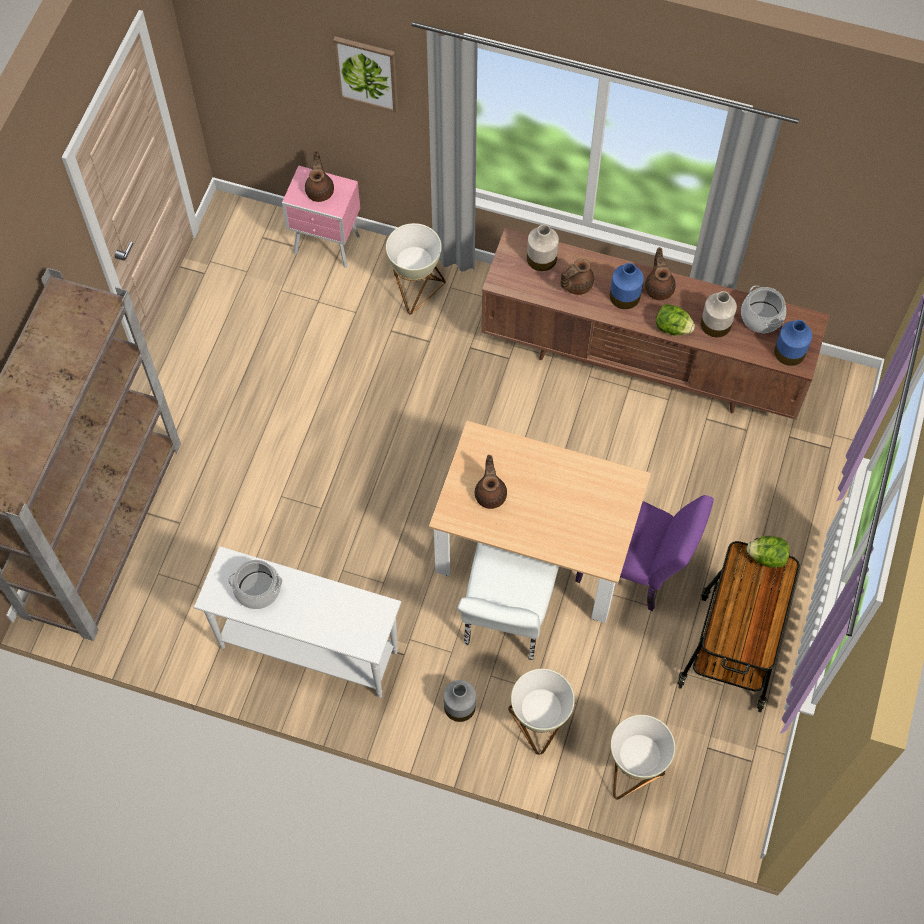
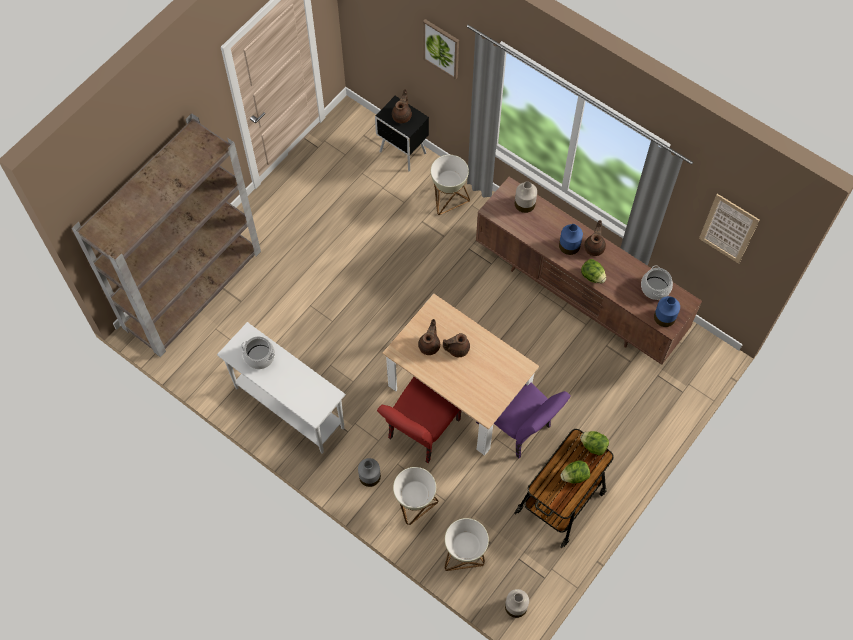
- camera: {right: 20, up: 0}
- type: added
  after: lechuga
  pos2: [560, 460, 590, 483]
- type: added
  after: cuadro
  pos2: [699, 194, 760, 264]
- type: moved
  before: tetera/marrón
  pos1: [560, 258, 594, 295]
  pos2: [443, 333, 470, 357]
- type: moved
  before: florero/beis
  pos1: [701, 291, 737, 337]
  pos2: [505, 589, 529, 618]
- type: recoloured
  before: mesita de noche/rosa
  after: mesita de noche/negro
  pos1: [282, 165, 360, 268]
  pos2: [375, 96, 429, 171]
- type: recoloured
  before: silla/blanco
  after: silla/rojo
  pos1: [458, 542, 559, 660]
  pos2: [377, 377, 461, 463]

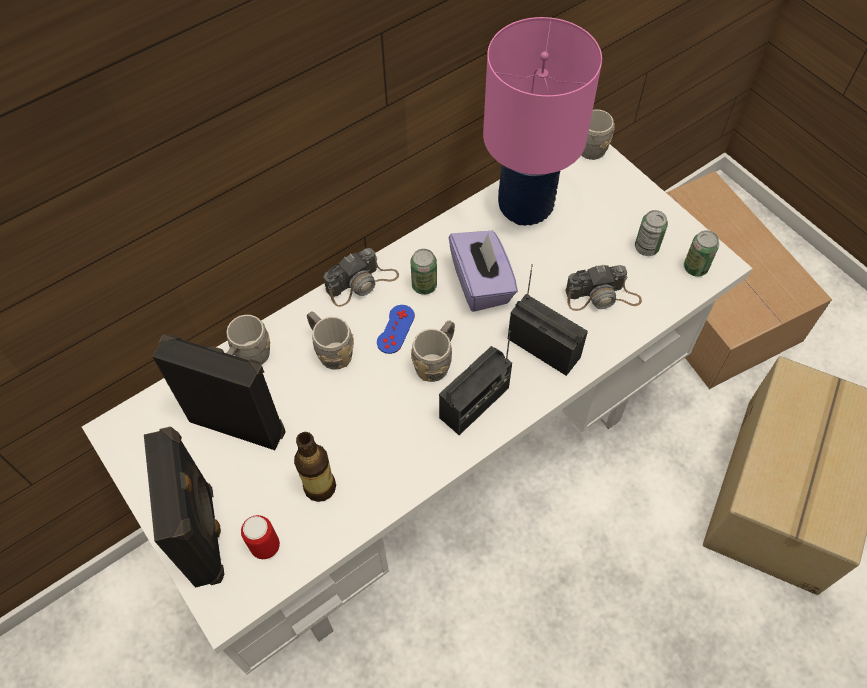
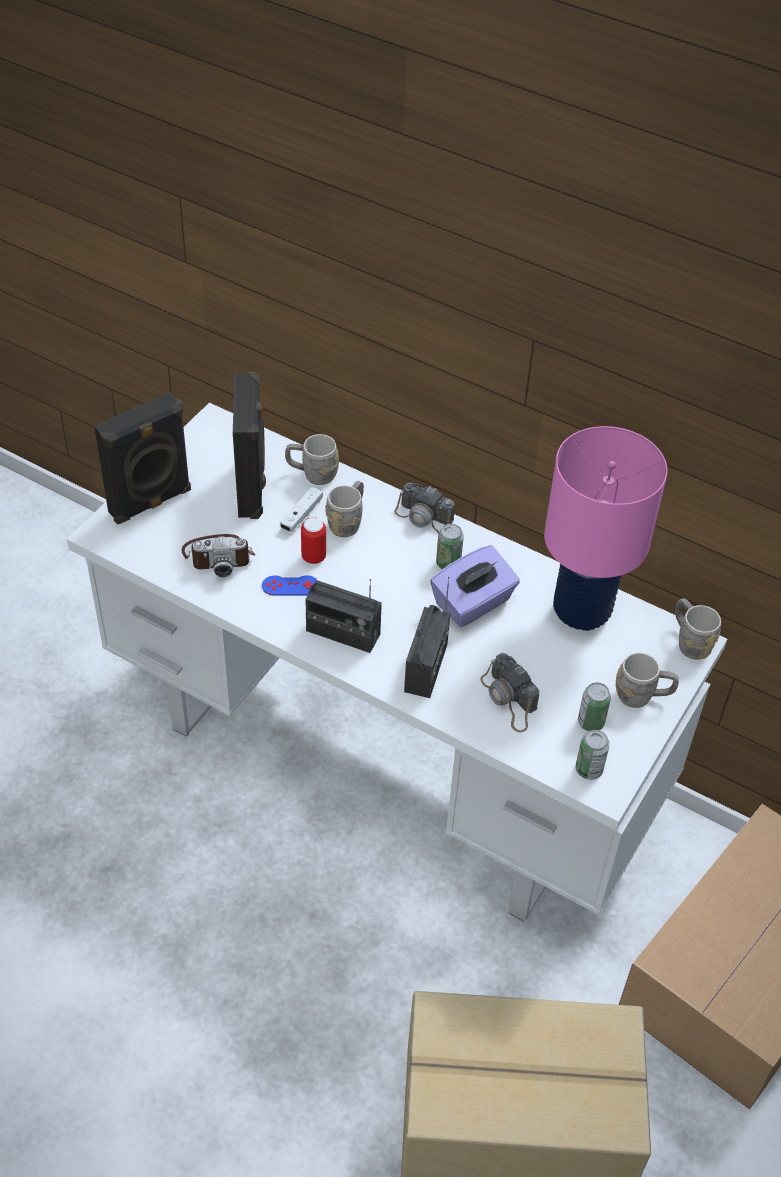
- camera: {right: 65, up: -10}
- type: added
  after: mando de consola/blanco
  pos2: [280, 487, 323, 532]
- type: moved
  before: lata
  pos1: [241, 515, 280, 559]
  pos2: [301, 517, 326, 564]
- type: moved
  before: mando de consola/azul
  pos1: [377, 305, 415, 354]
  pos2: [262, 575, 317, 595]
- type: moved
  before: taza grande/gris
  pos1: [411, 320, 455, 382]
  pos2: [616, 652, 679, 708]
- type: replaced
  before: botella
  after: cámara
  pos1: [294, 432, 336, 502]
  pos2: [182, 534, 255, 577]

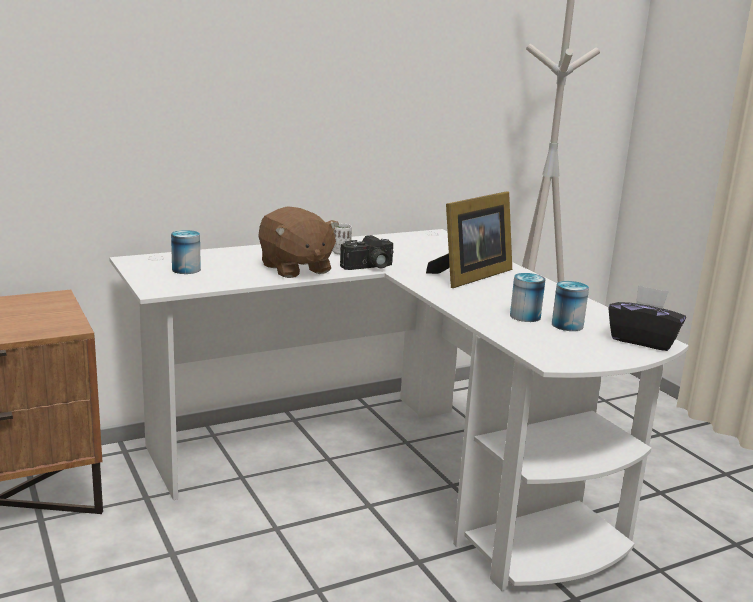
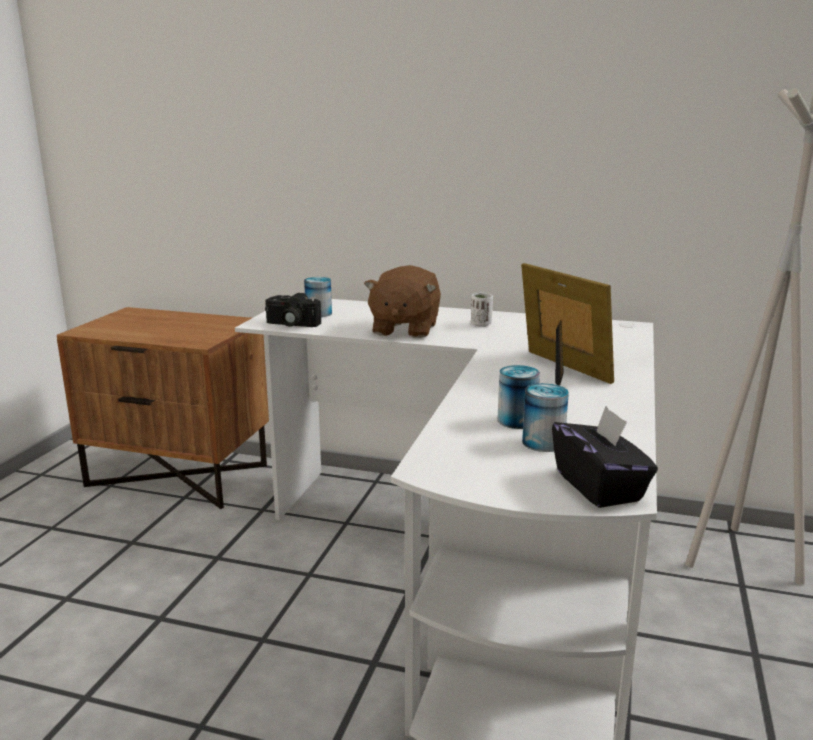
- camera: {right: 45, up: 0}
- type: moved
  before: cámara
  pos1: [340, 235, 393, 270]
  pos2: [265, 293, 321, 327]
- type: turned
  before: portarretratos
  pos1: [426, 192, 512, 288]
  pos2: [521, 263, 614, 386]
  turn: -120

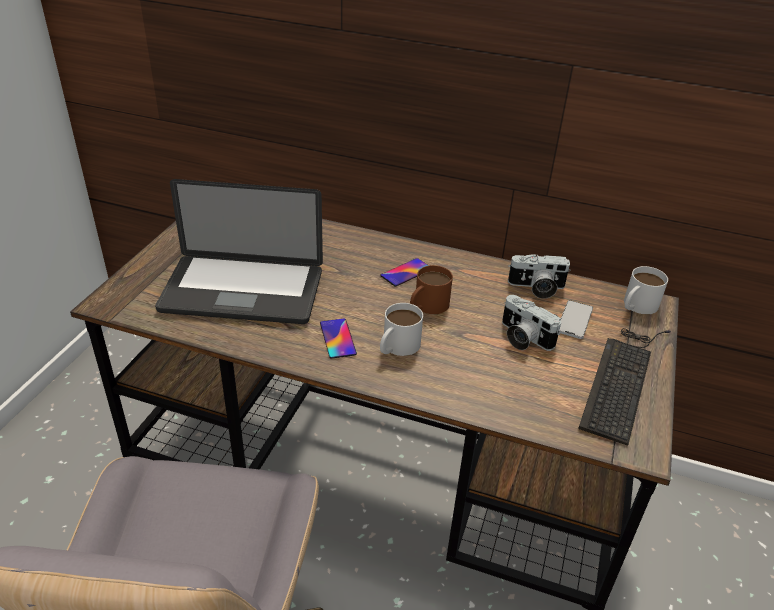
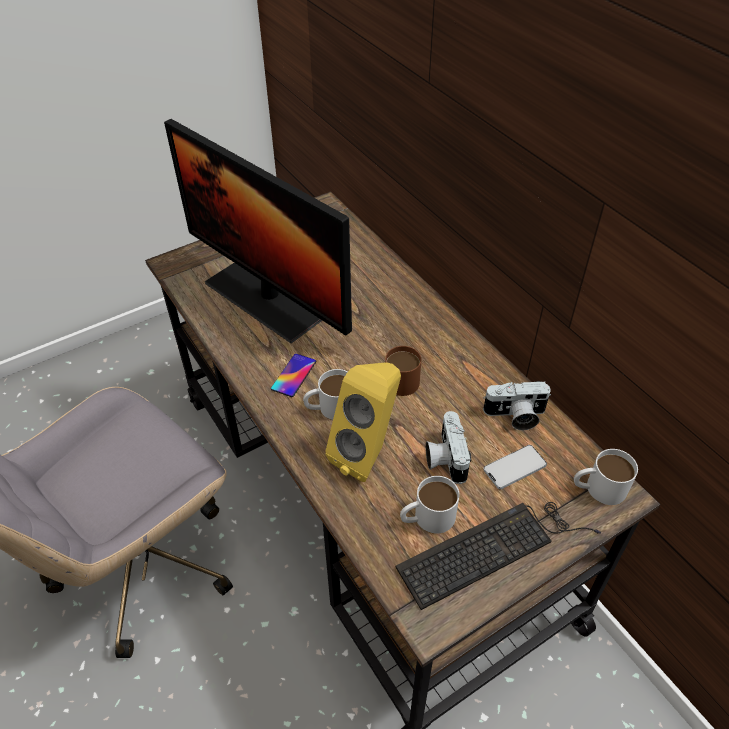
- camera: {right: 40, up: 10}
- type: removed
  before: móvil
  pos1: [380, 258, 429, 287]
- type: added
  after: altavoz/amarillo
  pos2: [325, 363, 401, 482]
- type: added
  after: taza grande/blanco
  pos2: [400, 476, 459, 534]
- type: replaced
  before: portátil
  after: monitor
  pos1: [155, 179, 323, 324]
  pos2: [164, 119, 352, 343]
- type: turned
  before: cámara
  pos1: [508, 254, 571, 299]
  pos2: [483, 381, 551, 430]
  turn: -45

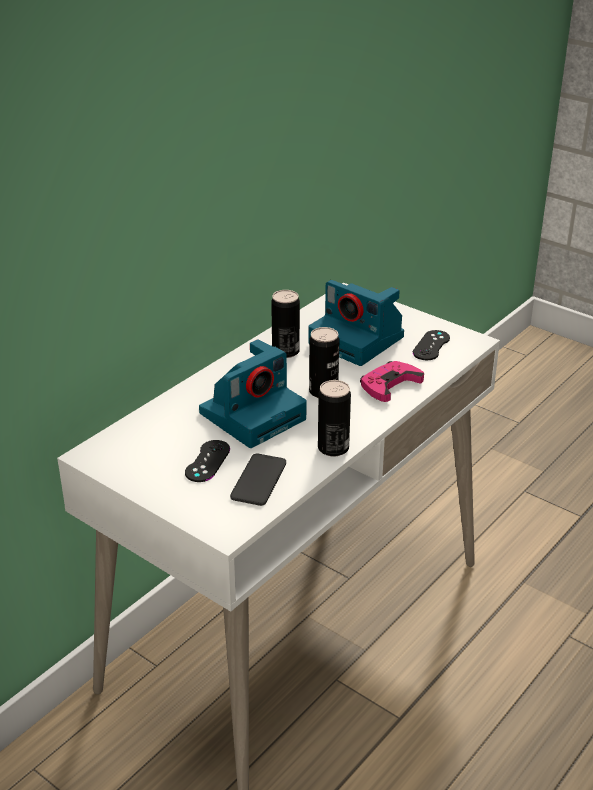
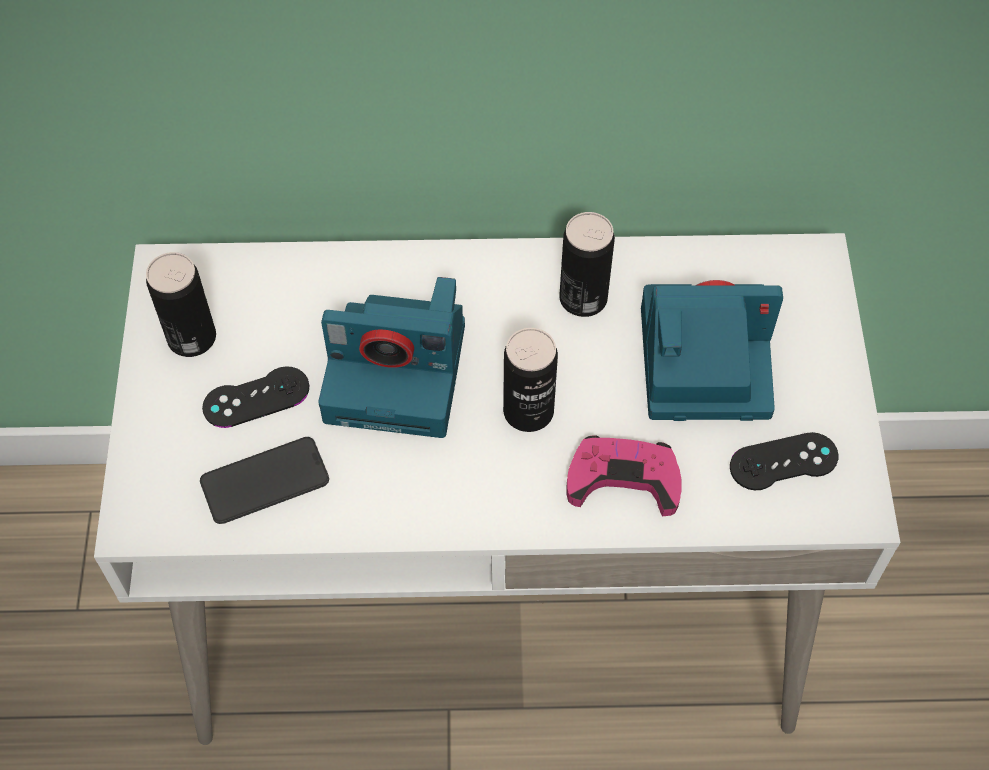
- camera: {right: 50, up: 25}
- type: moved
  before: lata
  pos1: [318, 380, 351, 457]
  pos2: [146, 252, 216, 357]
- type: turned
  before: cámara
  pos1: [308, 280, 404, 366]
  pos2: [641, 280, 783, 421]
  turn: 90

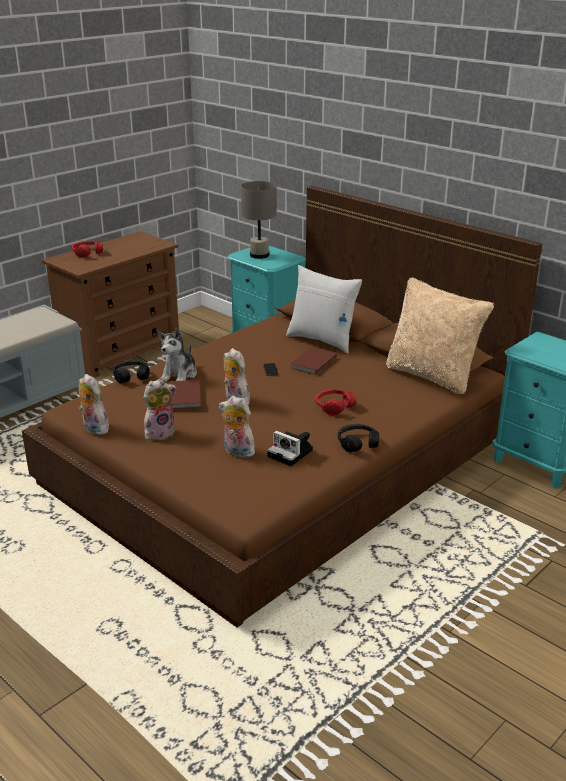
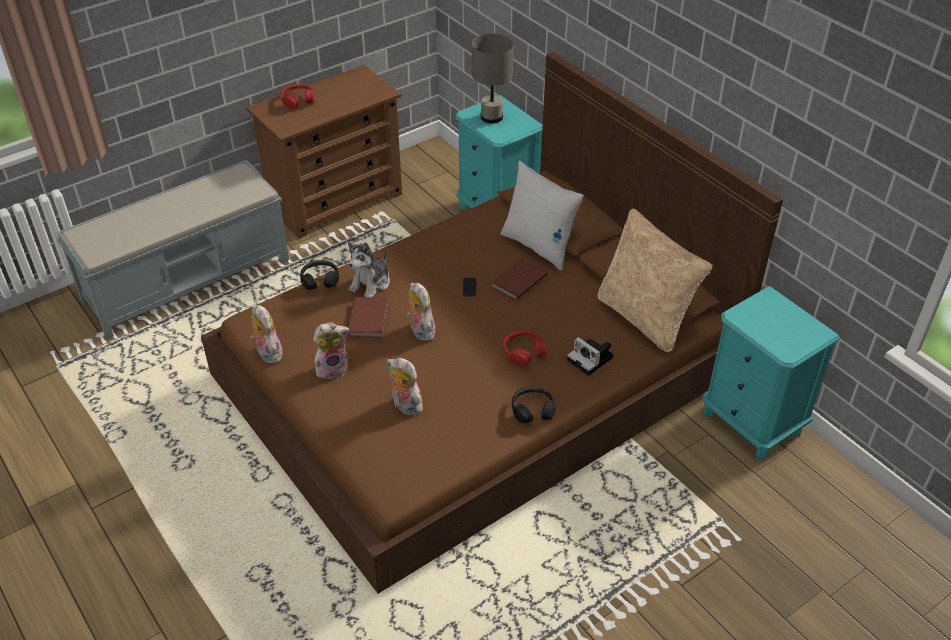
- camera: {right: 10, up: 15}
- type: moved
  before: cámara
  pos1: [267, 431, 313, 466]
  pos2: [567, 337, 613, 376]

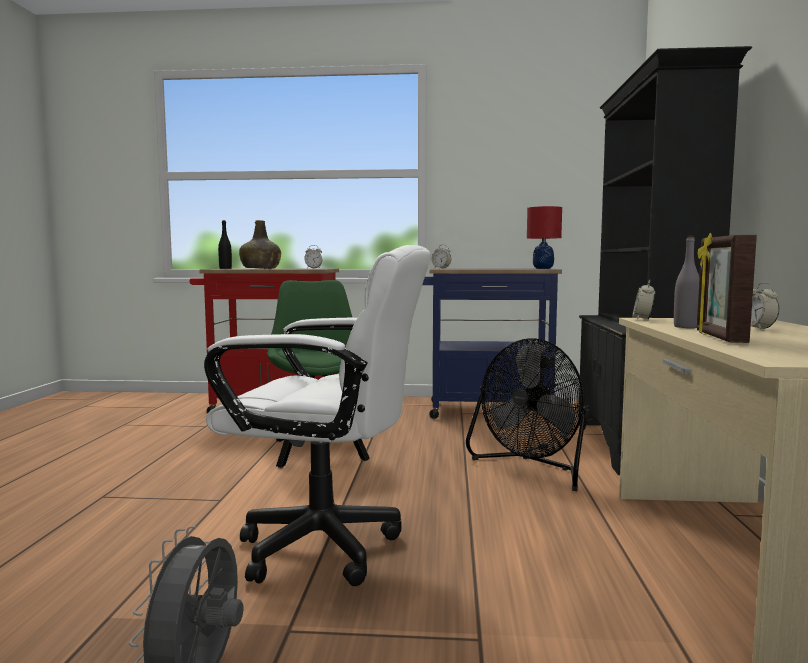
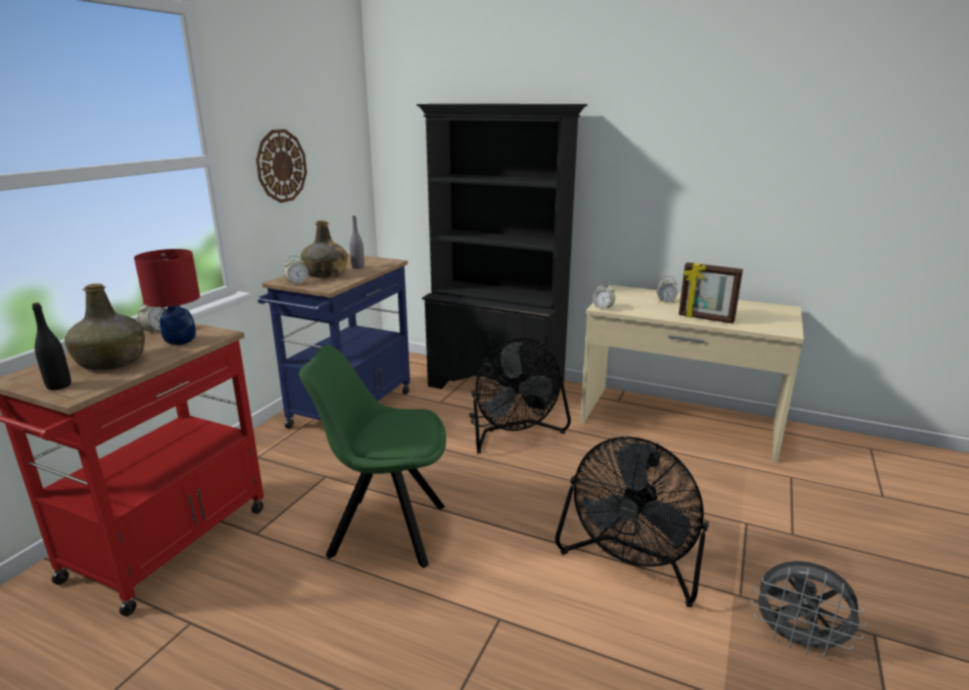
- camera: {right: -70, up: 15}
- type: added
  after: reloj de pared
  pos2: [256, 129, 307, 203]
- type: added
  after: botella/verde
  pos2: [301, 221, 348, 278]
- type: moved
  before: lámpara de mesa/rojo
  pos1: [527, 206, 562, 269]
  pos2: [134, 249, 200, 345]
- type: moved
  before: botella/gris
  pos1: [674, 236, 699, 328]
  pos2: [350, 216, 364, 269]
- type: replaced
  before: silla de oficina/blanco
  after: ventilador/negro
  pos1: [204, 245, 431, 586]
  pos2: [555, 437, 709, 607]

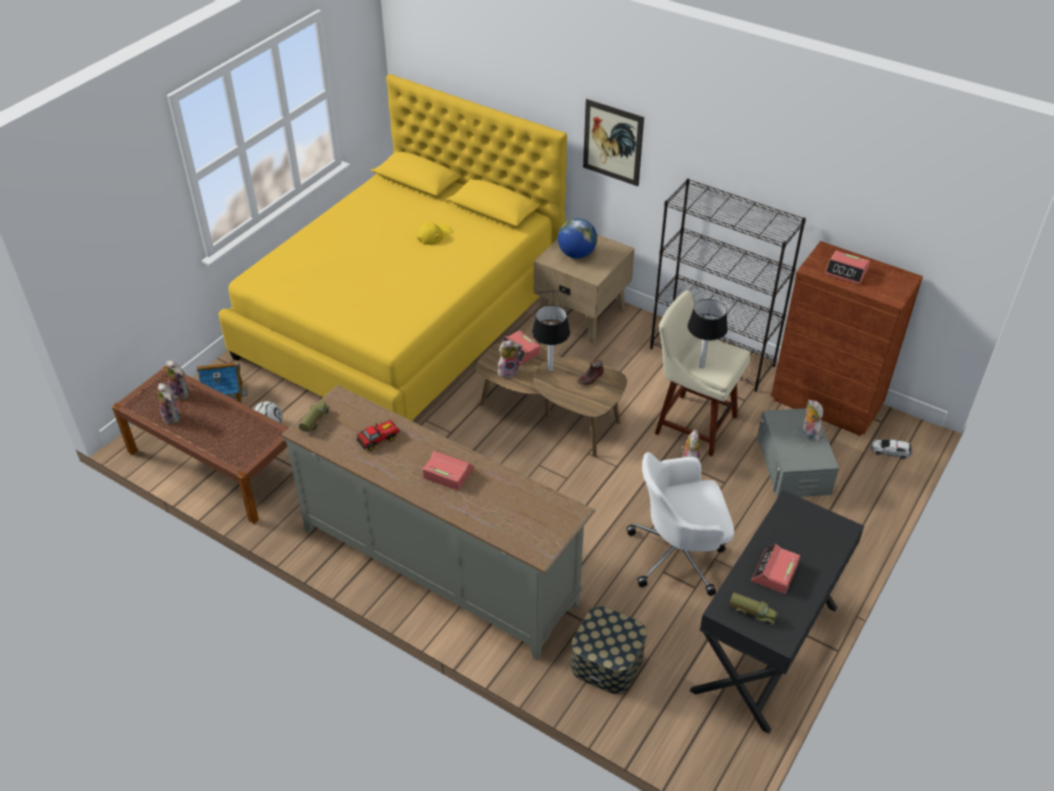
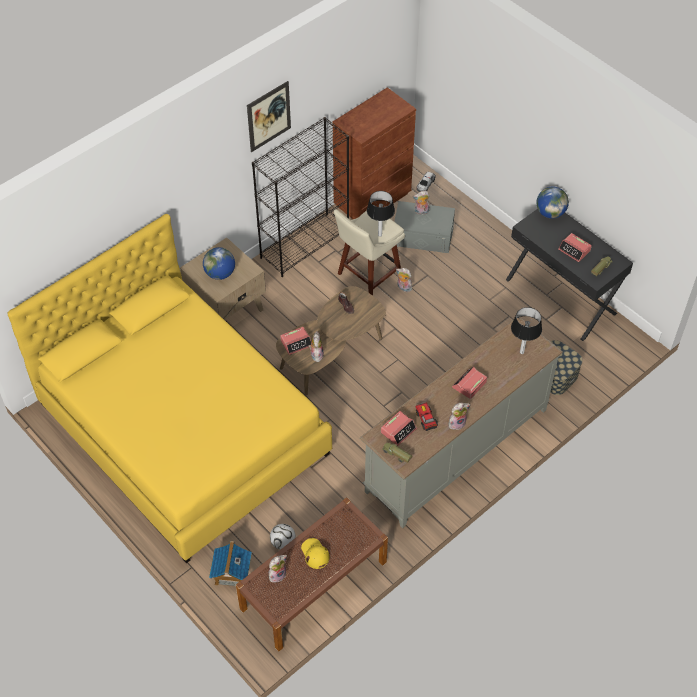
- camera: {right: -75, up: 10}
- type: removed
  before: silla de oficina/blanco
  pos1: [627, 452, 734, 596]
- type: added
  after: globo terráqueo
  pos2: [536, 187, 569, 218]
- type: moved
  before: peluche
  pos1: [158, 383, 180, 424]
  pos2: [449, 403, 470, 430]
- type: moved
  before: gorra/amarillo
  pos1: [417, 222, 452, 245]
  pos2: [301, 538, 329, 569]
- type: moved
  before: lámpara de mesa
  pos1: [532, 305, 570, 372]
  pos2: [511, 307, 542, 354]
- type: moved
  before: cuadro
  pos1: [583, 99, 644, 186]
  pos2: [247, 81, 291, 152]
- type: moved
  before: despertador
  pos1: [825, 250, 870, 285]
  pos2: [381, 411, 417, 446]

